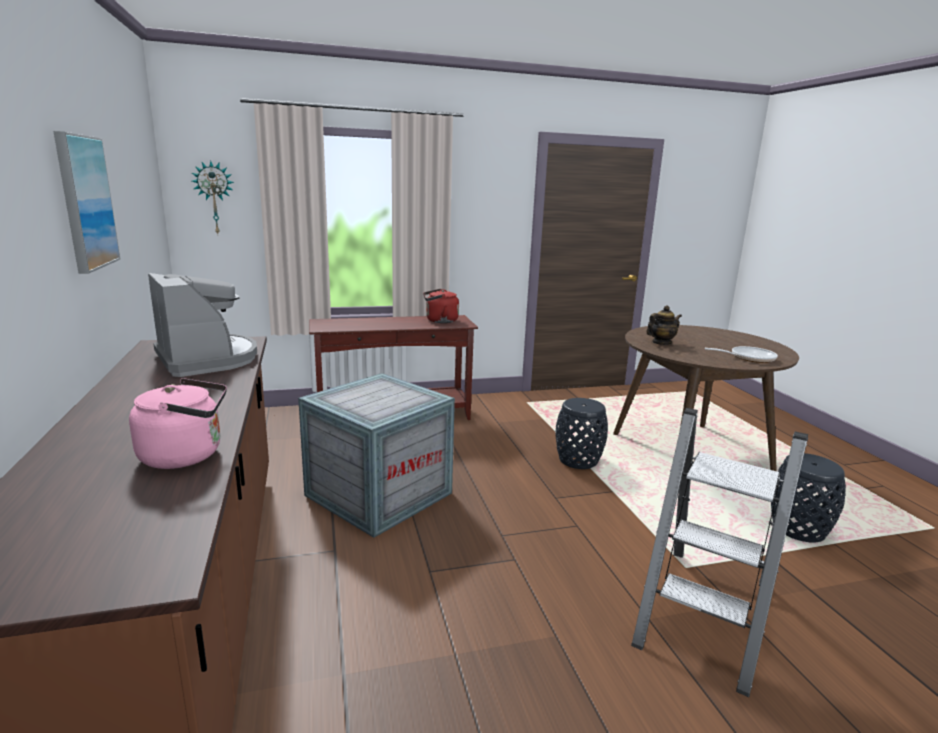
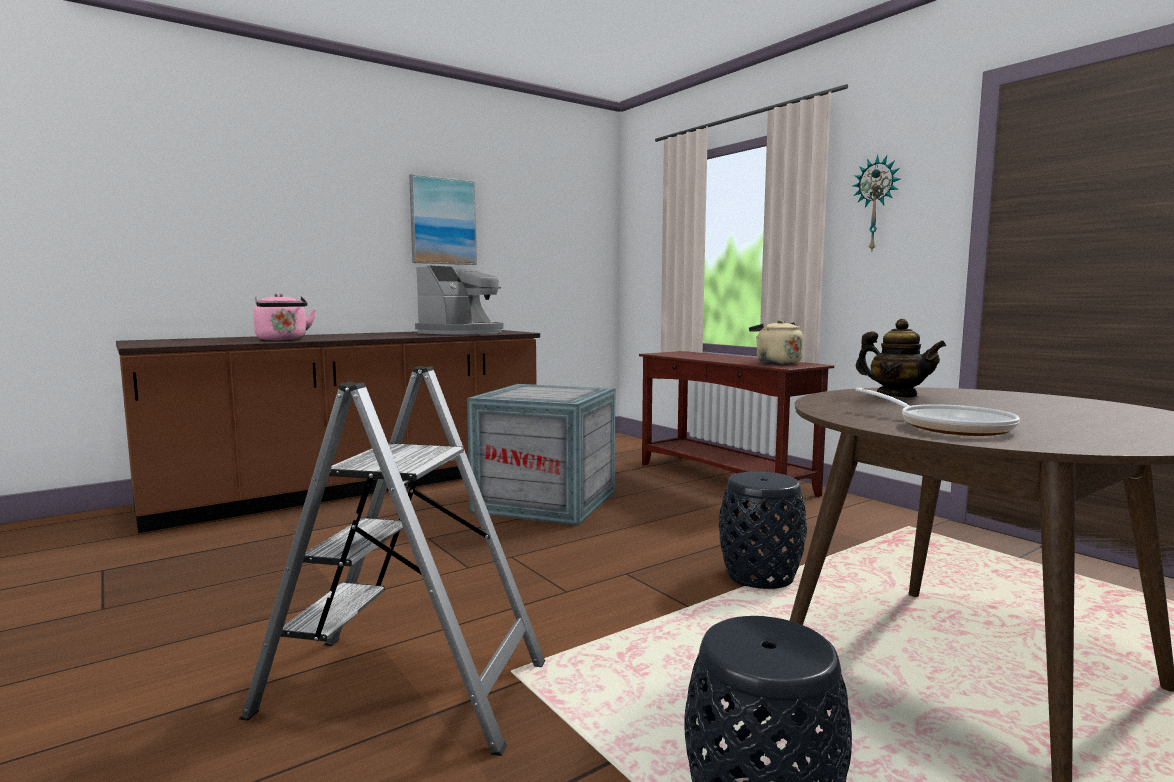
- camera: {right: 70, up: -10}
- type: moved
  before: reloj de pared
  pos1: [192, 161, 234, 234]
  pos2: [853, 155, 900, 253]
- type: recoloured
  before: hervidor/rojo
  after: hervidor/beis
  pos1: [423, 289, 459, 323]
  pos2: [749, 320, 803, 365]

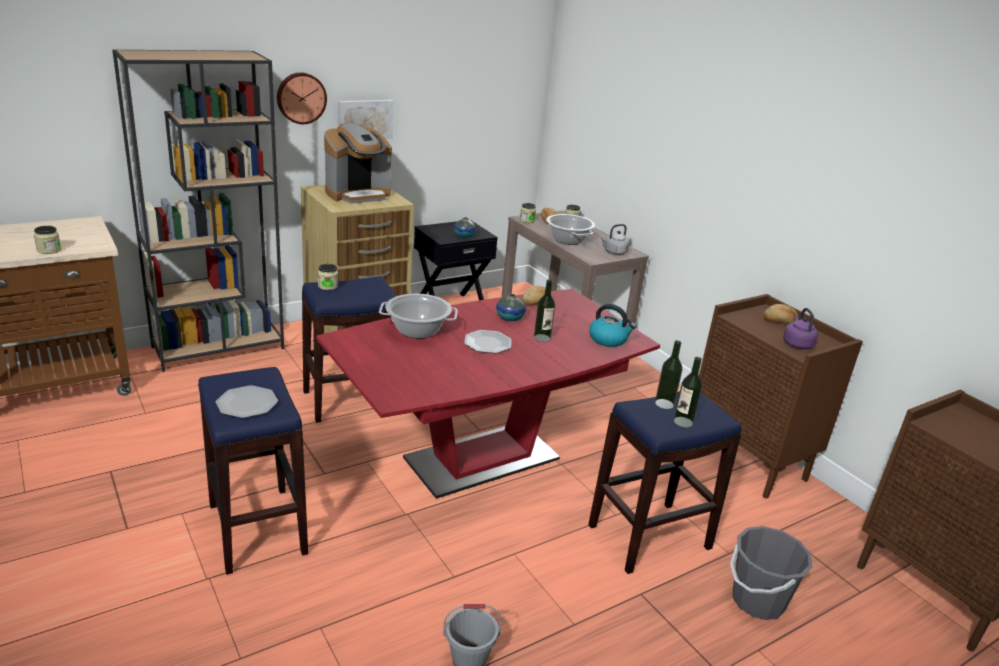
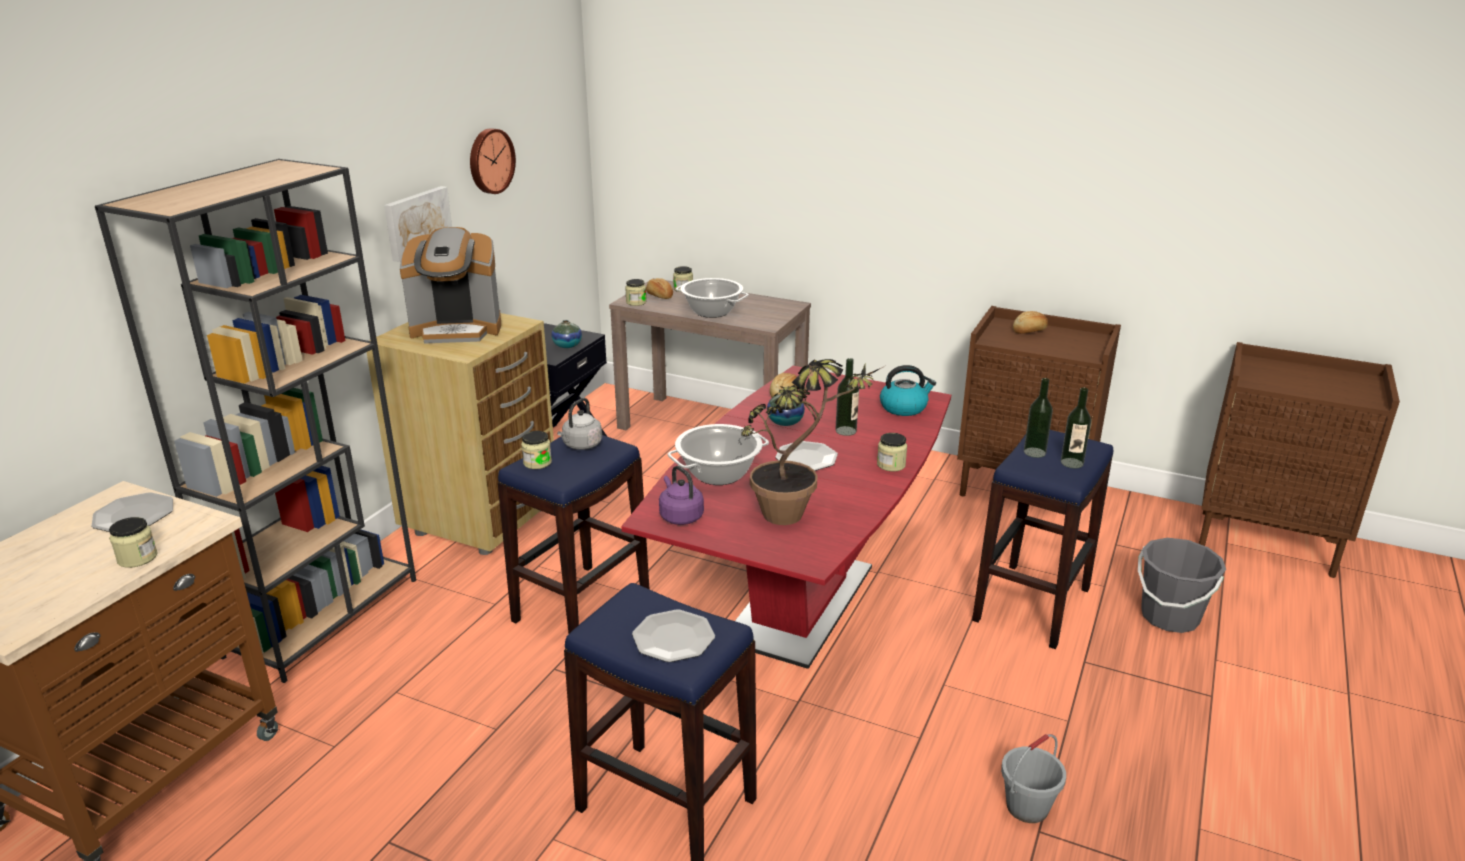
- camera: {right: -30, up: 0}
- type: added
  after: plato
  pos2: [91, 492, 173, 532]
- type: added
  after: planta en maceta
  pos2: [741, 359, 885, 525]
- type: added
  after: tarro
  pos2: [877, 433, 907, 472]
- type: moved
  before: reloj de pared
  pos1: [277, 73, 327, 124]
  pos2: [470, 128, 516, 194]
- type: moved
  before: hervidor/gris
  pos1: [600, 224, 629, 255]
  pos2: [557, 398, 602, 450]
- type: moved
  before: hervidor/morado
  pos1: [783, 308, 818, 349]
  pos2: [659, 466, 704, 525]
- type: turned
  before: cafetera
  pos1: [324, 123, 392, 204]
  pos2: [400, 227, 501, 344]
  turn: 60

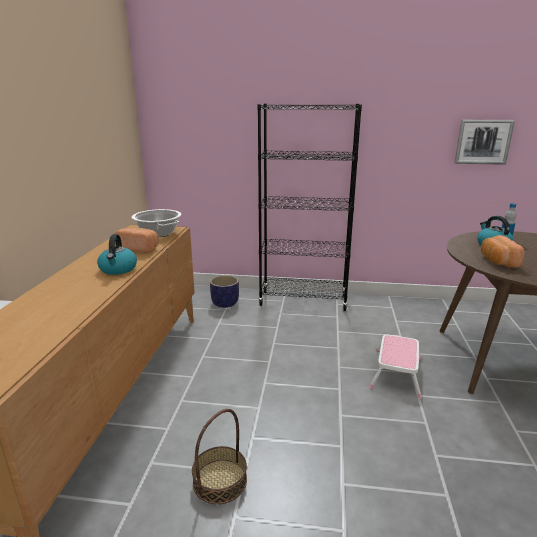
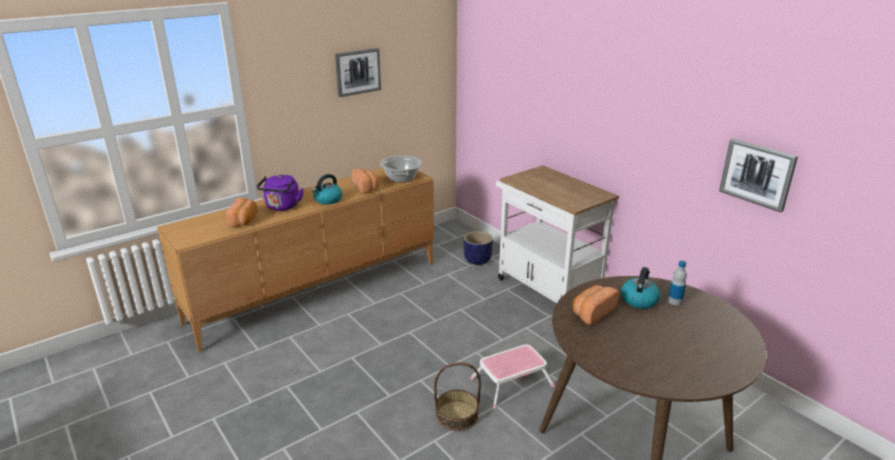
- camera: {right: 45, up: 5}
- type: added
  after: pan
  pos2: [226, 198, 258, 227]
- type: added
  after: hervidor/morado
  pos2: [257, 175, 304, 211]
- type: added
  after: cuadro
  pos2: [335, 48, 381, 97]
- type: moved
  before: cesta
  pos1: [192, 409, 247, 504]
  pos2: [434, 362, 481, 431]
- type: replaced
  before: estantería/negro
  after: carrito/blanco
  pos1: [257, 104, 362, 311]
  pos2: [496, 165, 619, 303]

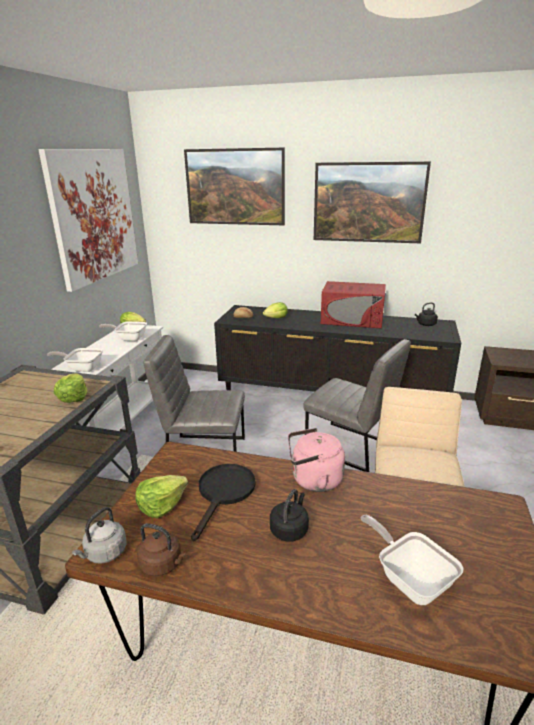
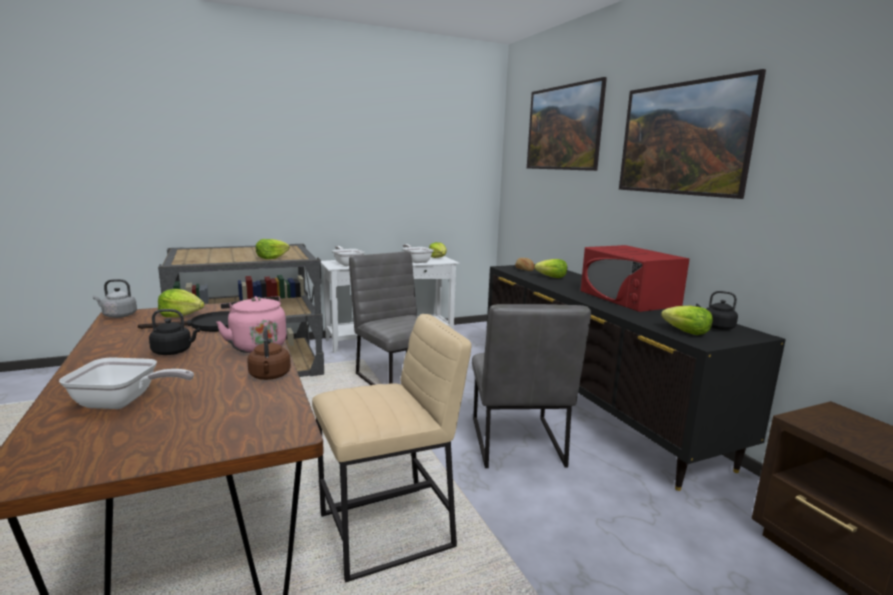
- camera: {right: 50, up: -10}
- type: removed
  before: cuadro
  pos1: [38, 149, 138, 292]
- type: added
  after: lechuga
  pos2: [661, 306, 713, 335]
- type: moved
  before: hervidor/marrón
  pos1: [137, 523, 187, 576]
  pos2: [247, 326, 291, 380]
- type: turned
  before: sartén
  pos1: [360, 515, 463, 605]
  pos2: [59, 357, 194, 409]
  turn: 75

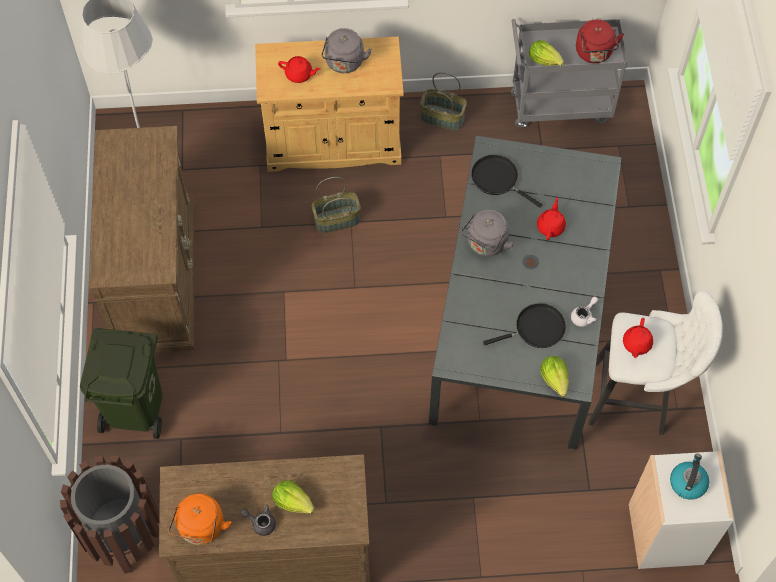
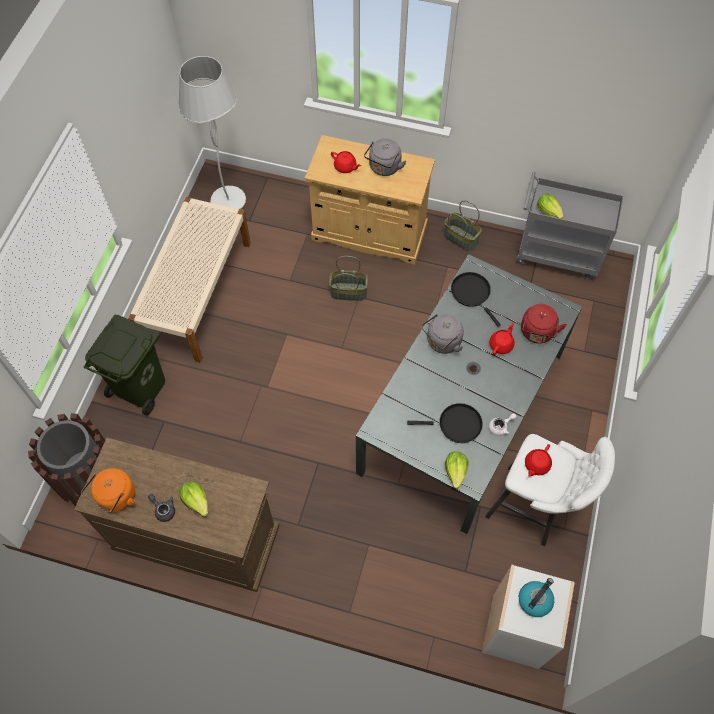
- camera: {right: 20, up: 0}
- type: moved
  before: hervidor/rojo
  pos1: [576, 19, 624, 63]
  pos2: [521, 304, 567, 343]
- type: replaced
  before: cómoda/marrón
  after: banco/beis
  pos1: [89, 126, 194, 352]
  pos2: [128, 197, 251, 363]

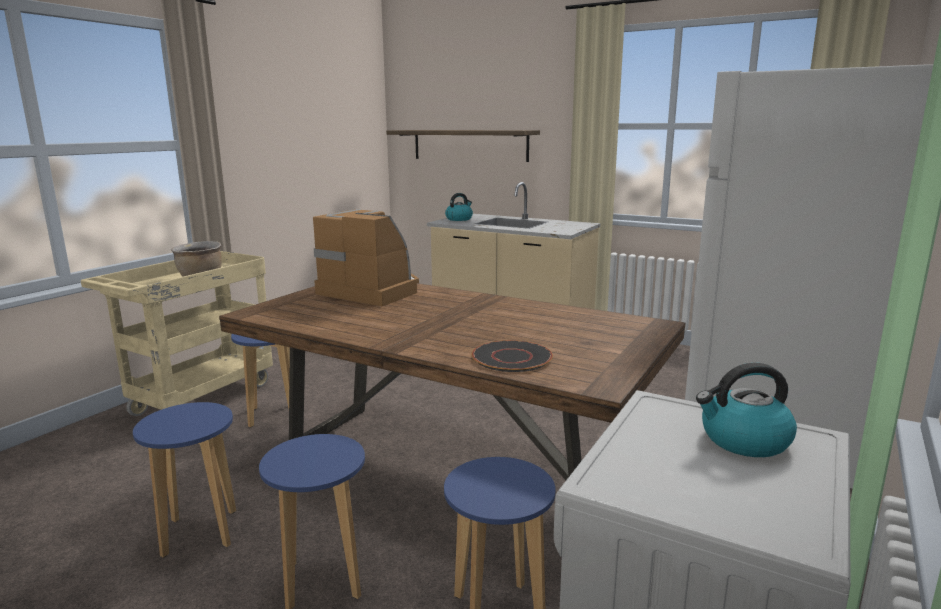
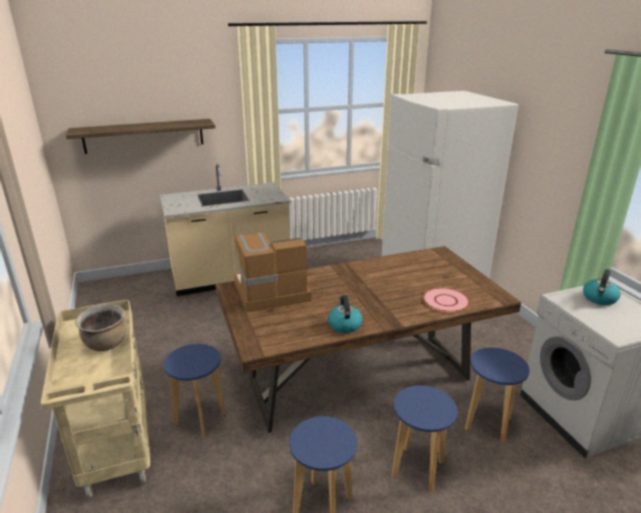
- camera: {right: -50, up: 10}
- type: moved
  before: hervidor
  pos1: [445, 193, 473, 221]
  pos2: [328, 295, 362, 333]
- type: recoloured
  before: plato/negro
  after: plato/rosa
  pos1: [472, 340, 553, 372]
  pos2: [423, 288, 470, 312]

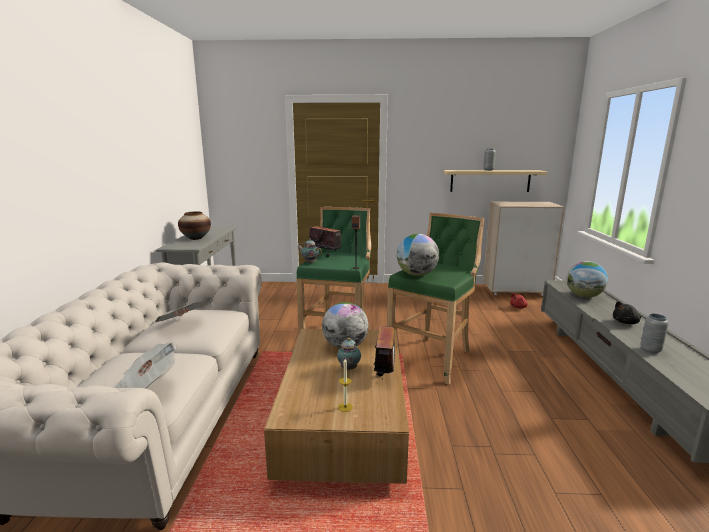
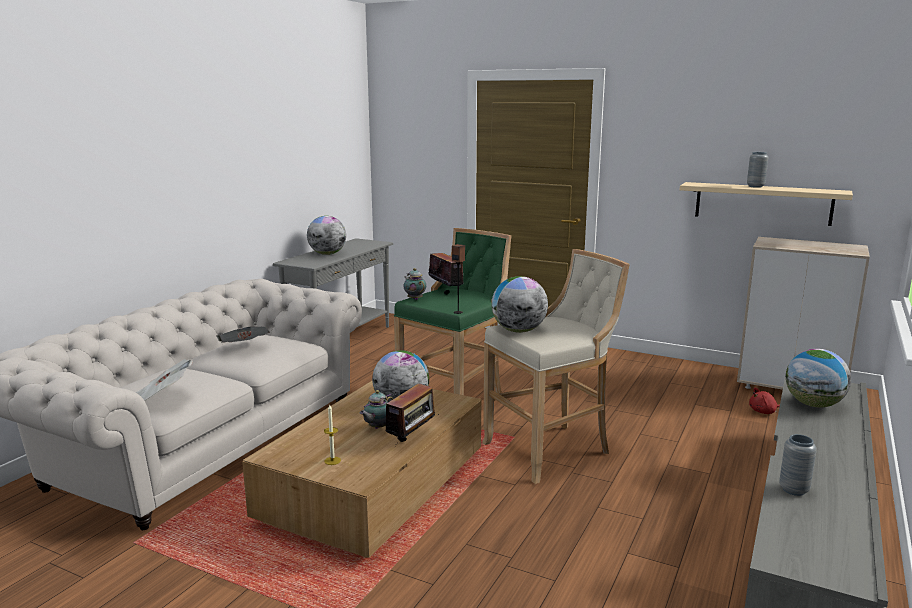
- camera: {right: 25, up: 0}
- type: removed
  before: peluche/negro
  pos1: [613, 301, 641, 324]
- type: replaced
  before: florero
  after: globo terráqueo
  pos1: [178, 211, 211, 240]
  pos2: [307, 216, 346, 255]
- type: recoloured
  before: taburete/verde
  after: taburete/beis
  pos1: [387, 213, 485, 385]
  pos2: [482, 249, 630, 484]

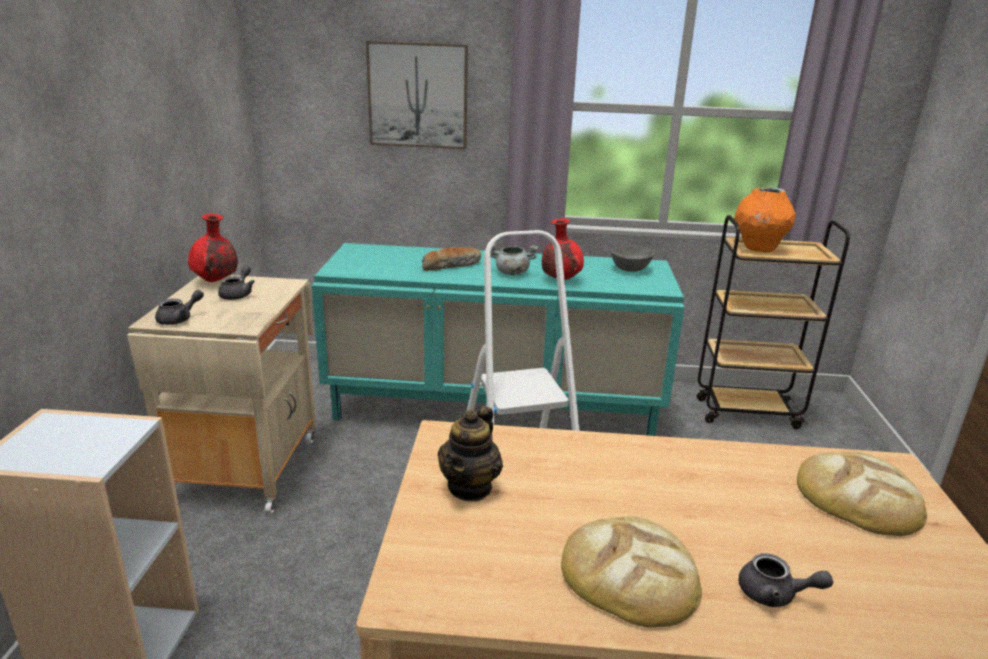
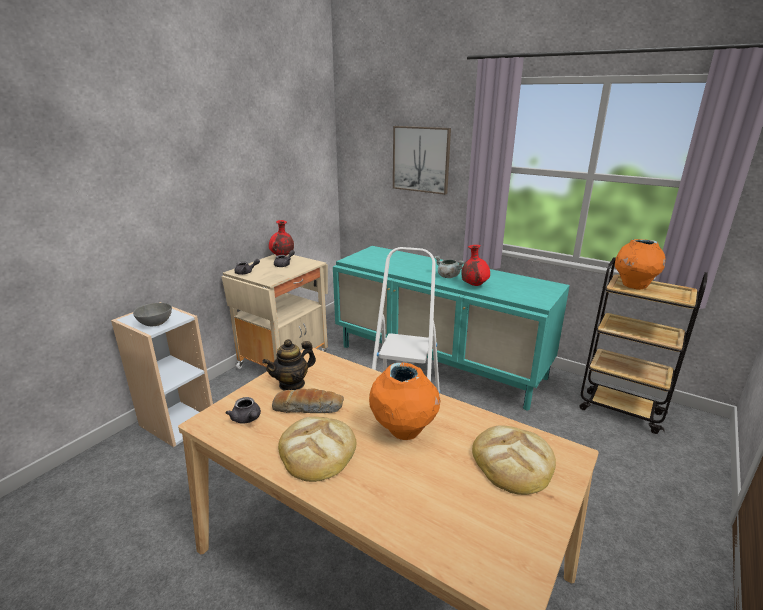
- camera: {right: 30, up: 0}
- type: added
  after: florero/naranja
  pos2: [369, 363, 440, 440]
- type: moved
  before: pan
  pos1: [422, 247, 481, 271]
  pos2: [272, 389, 344, 413]
- type: moved
  before: cuenco/gris
  pos1: [611, 246, 654, 272]
  pos2: [133, 303, 172, 326]
- type: moved
  before: tetera/gris
  pos1: [738, 553, 833, 607]
  pos2: [226, 397, 261, 424]

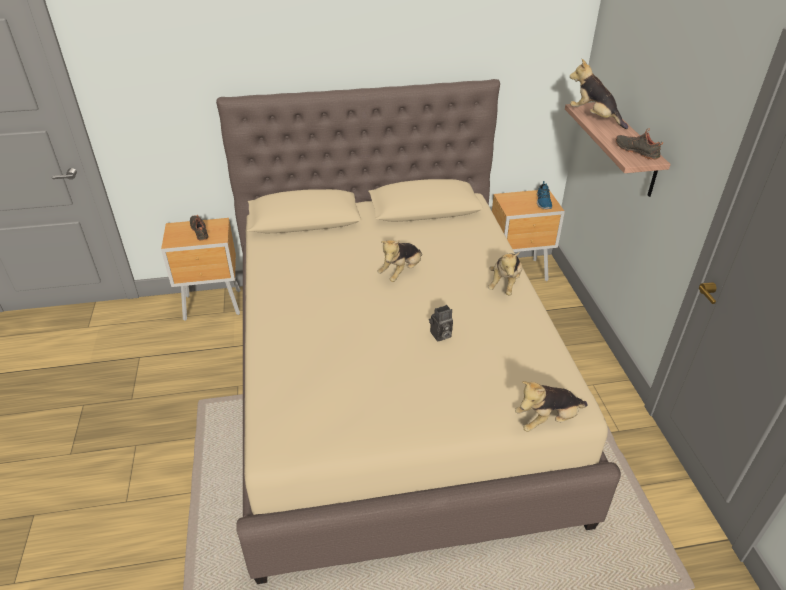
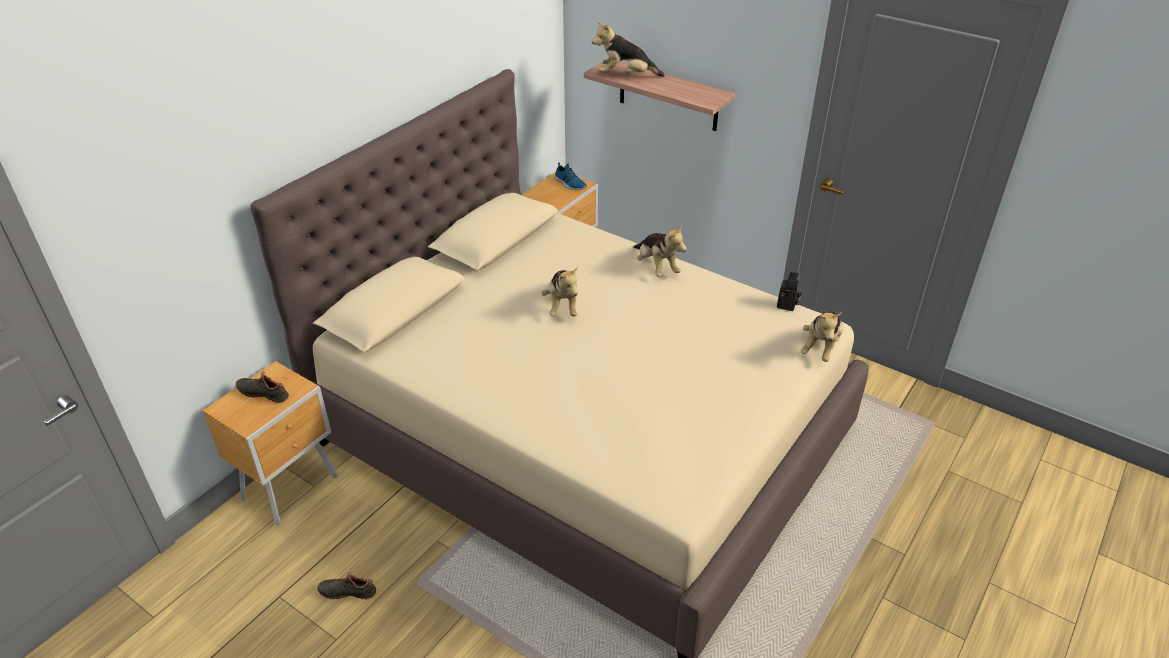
- camera: {right: -45, up: 0}
- type: moved
  before: cámara
  pos1: [429, 305, 453, 341]
  pos2: [777, 272, 802, 311]
- type: moved
  before: zapato/negro
  pos1: [615, 128, 663, 160]
  pos2: [317, 572, 376, 600]

